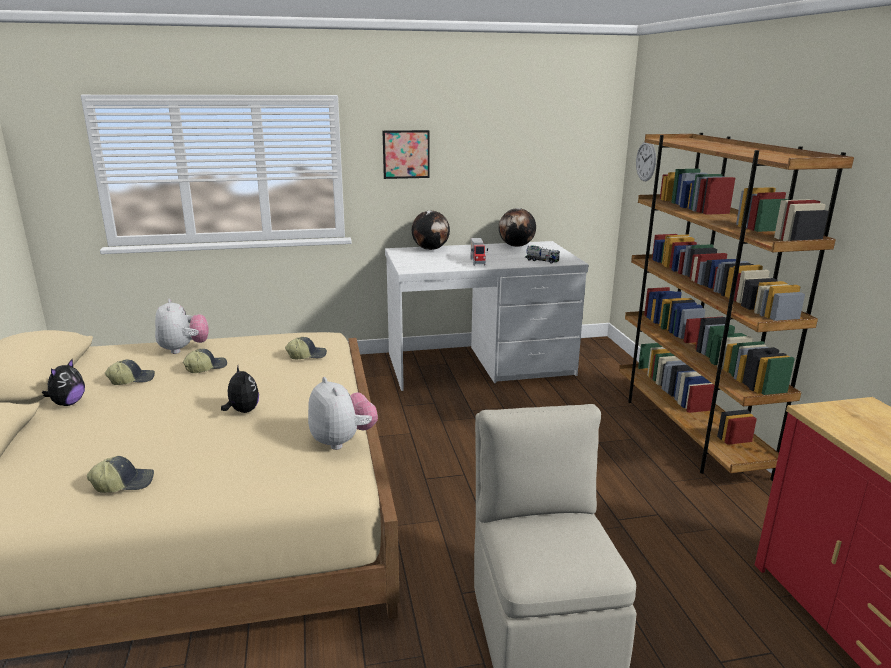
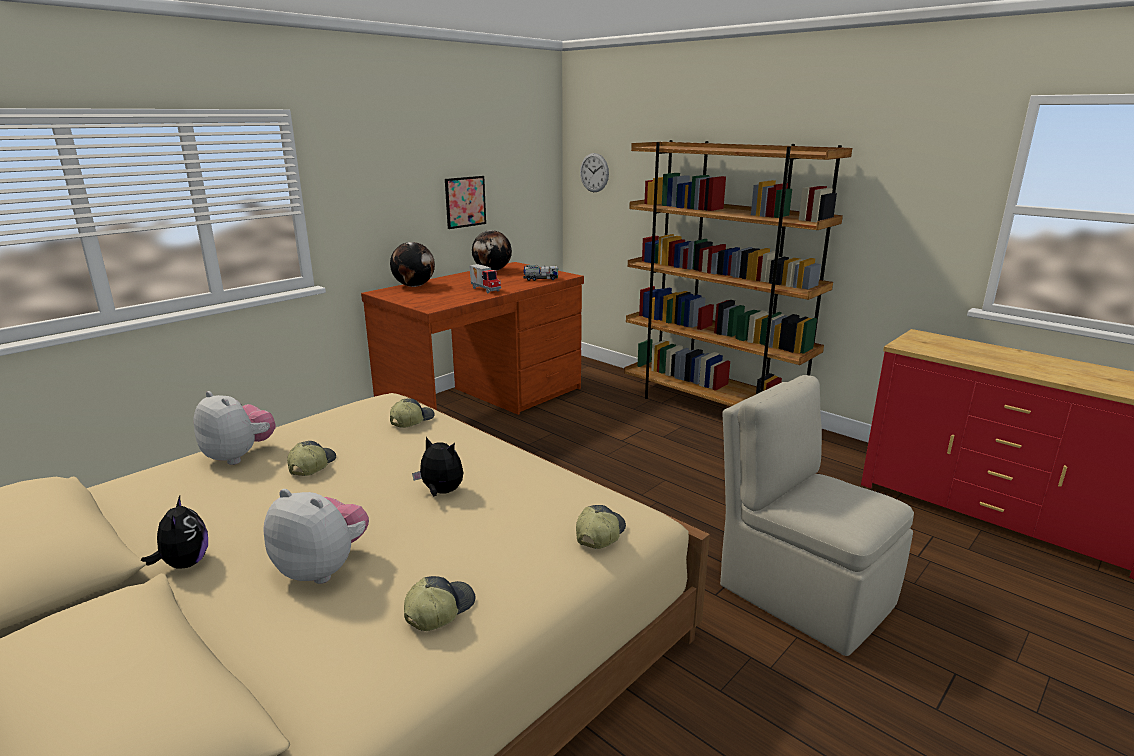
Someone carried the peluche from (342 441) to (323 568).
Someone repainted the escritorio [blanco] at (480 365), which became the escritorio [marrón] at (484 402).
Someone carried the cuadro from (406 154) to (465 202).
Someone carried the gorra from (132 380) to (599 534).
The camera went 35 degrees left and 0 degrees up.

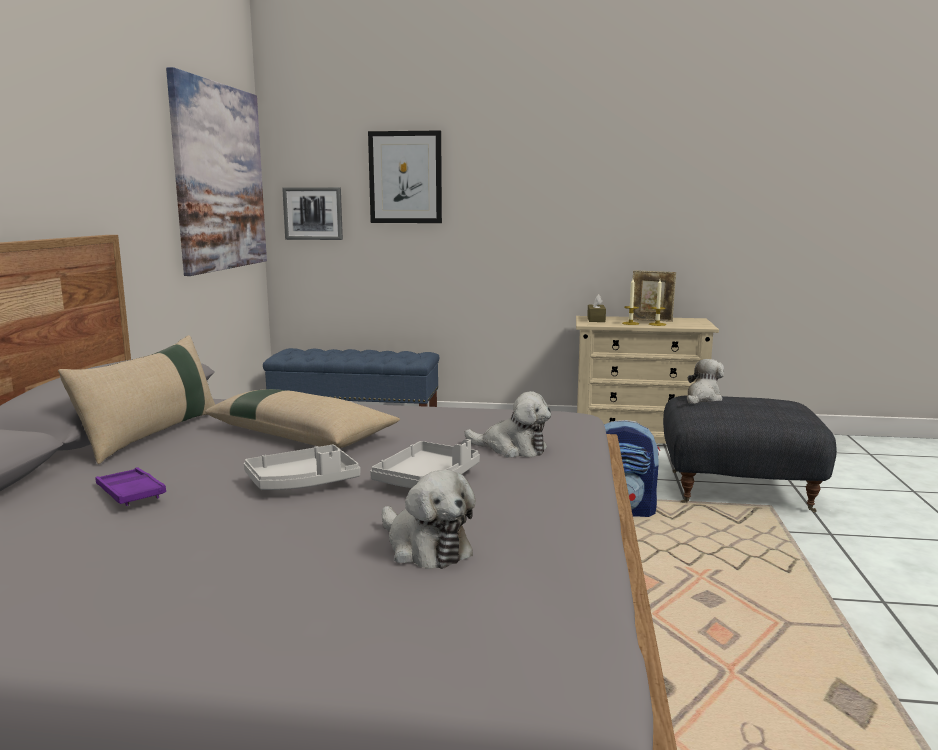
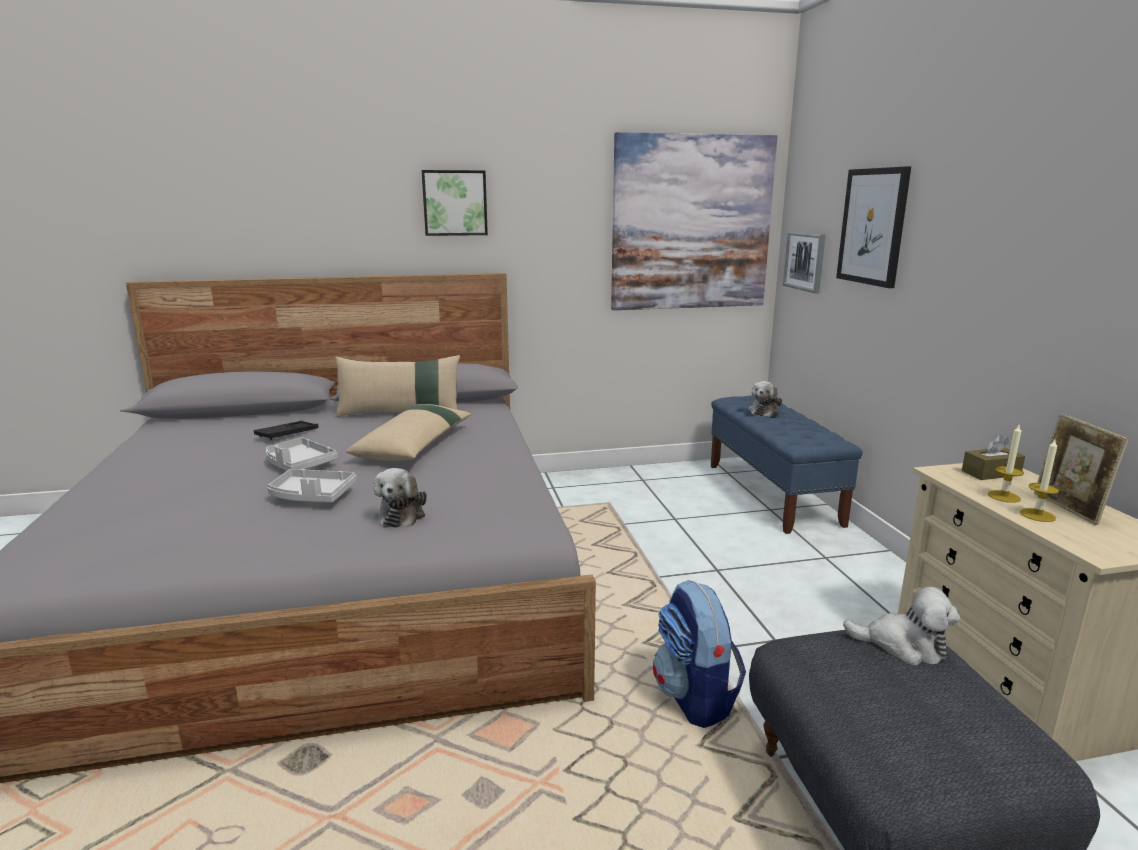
Someone repainted the bandeja [morado] at (130 493), which became the bandeja [negro] at (287 434).
Someone put up the cuadro at (454 203).
Someone carried the peluche from (425 547) to (764 411).
The camera went 70 degrees right and 5 degrees up.

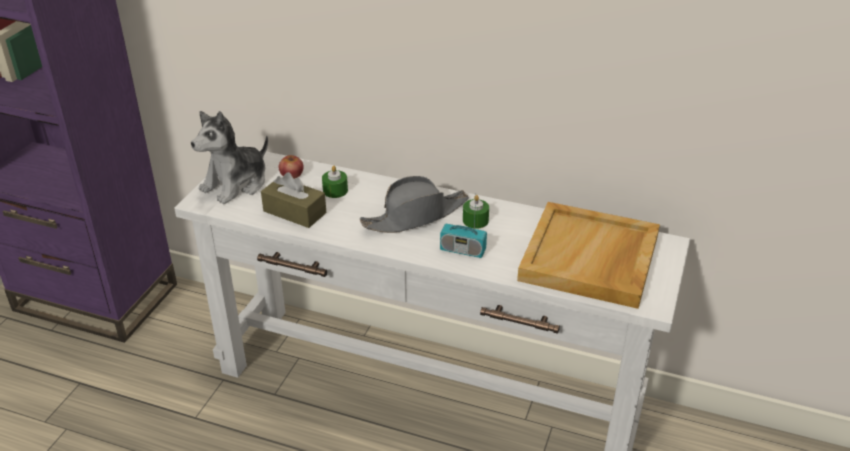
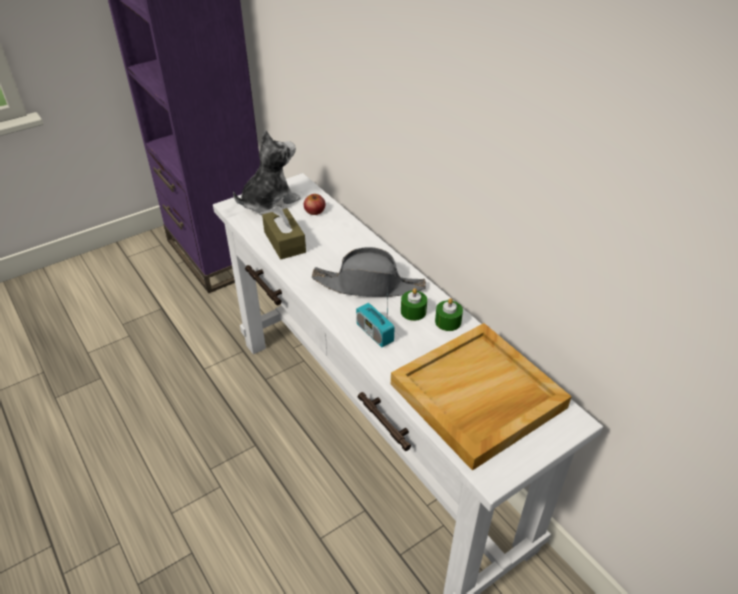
Someone rotated the peluche at (236 184) by 150 degrees clockwise.
Someone carried the vela [verde] from (335 190) to (448 321).
The camera went 35 degrees right and 5 degrees up.

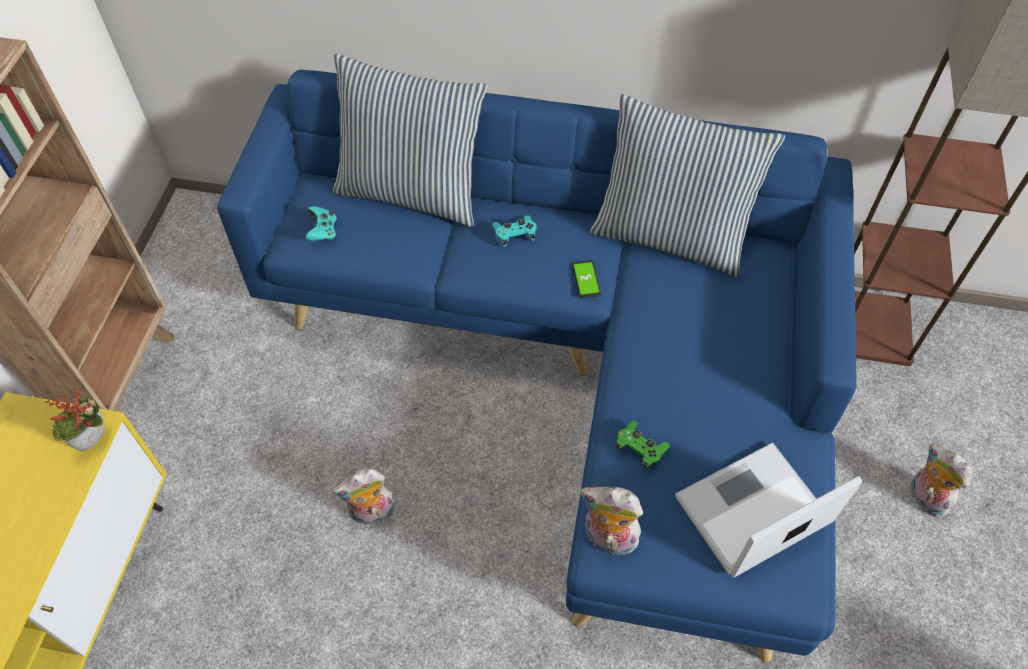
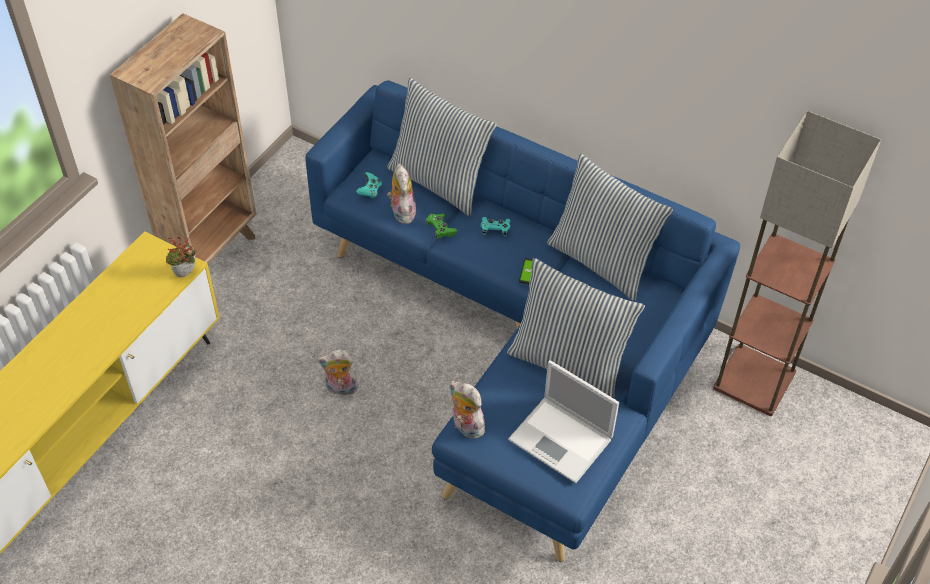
Someone carried the peluche from (924 498) to (401 212).
Someone carried the mando de consola [verde] from (640 449) to (440 229).
Someone put down the cojín at (569 363).
Someone rotated the portátil at (750 511) by 135 degrees counterclockwise.
The camera went 20 degrees right and 5 degrees down.

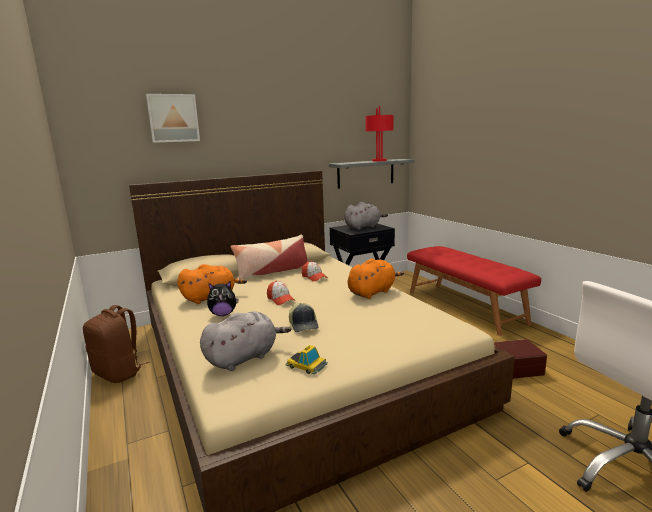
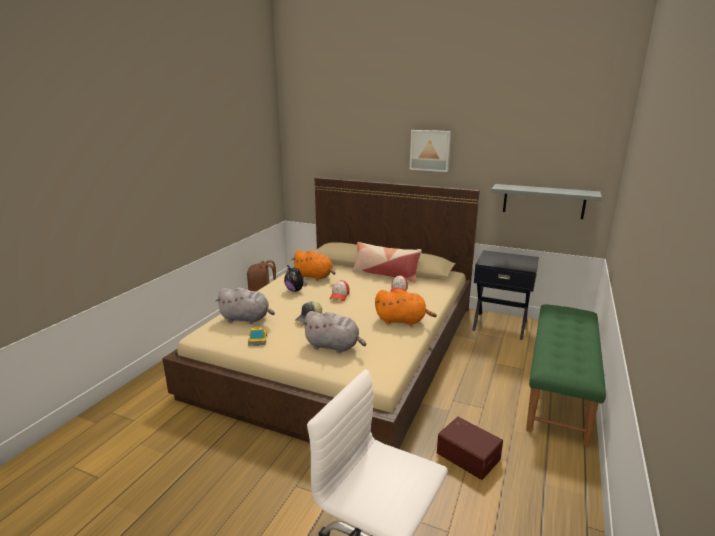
Someone carried the peluche [gris] from (363 227) to (334 346).
Someone carried the cuadro from (173 118) to (430 150).
Someone repainted the banco [rojo] at (465 307), which became the banco [verde] at (560 390).
Someone took away the lámpara de mesa [rojo] at (379 161).
The camera went 50 degrees right and 5 degrees up.

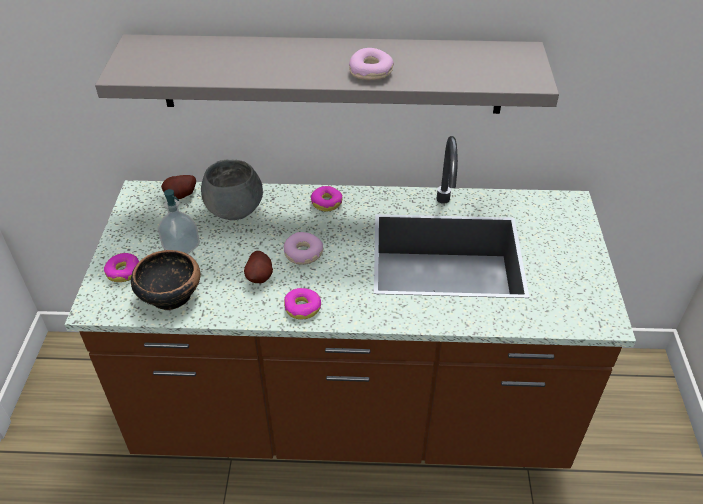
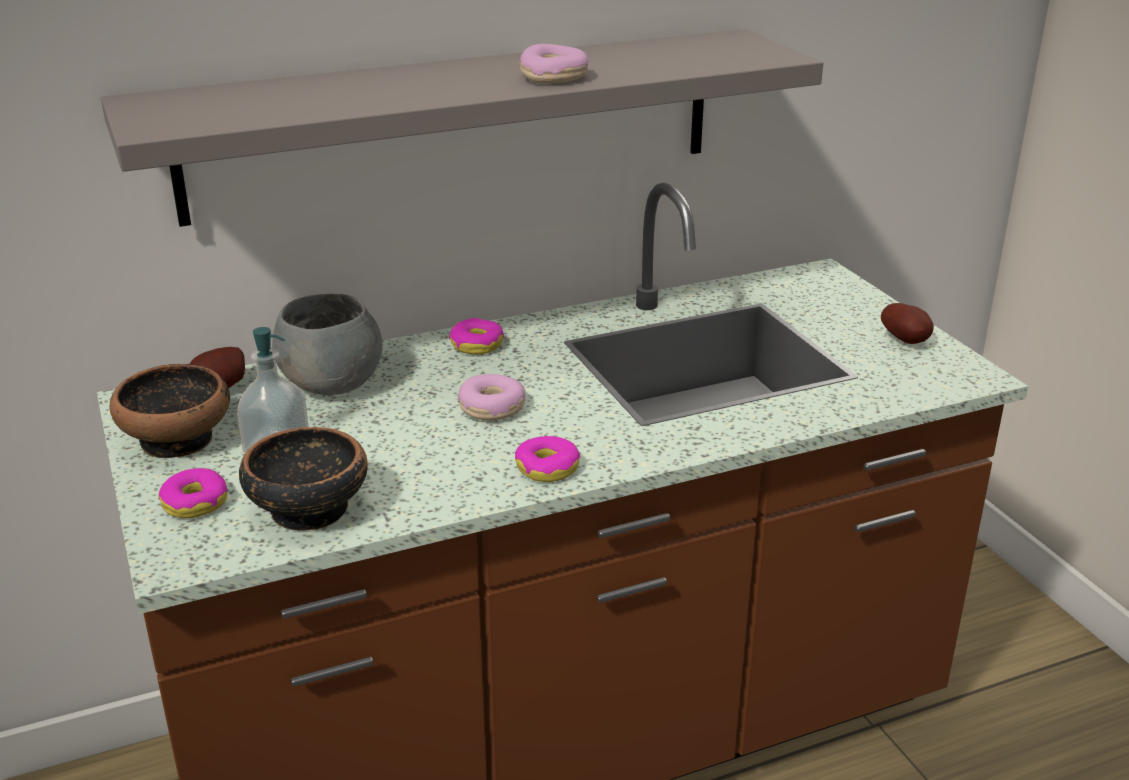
Someone put down the cuenco at (178 439).
Someone carried the patata from (260 277) to (906 341).
The camera went 25 degrees left and 15 degrees down.

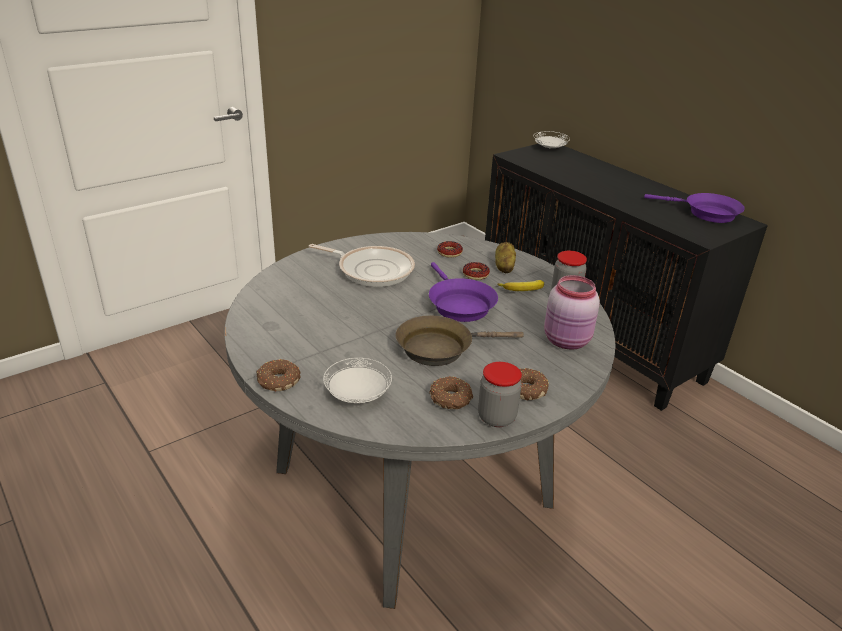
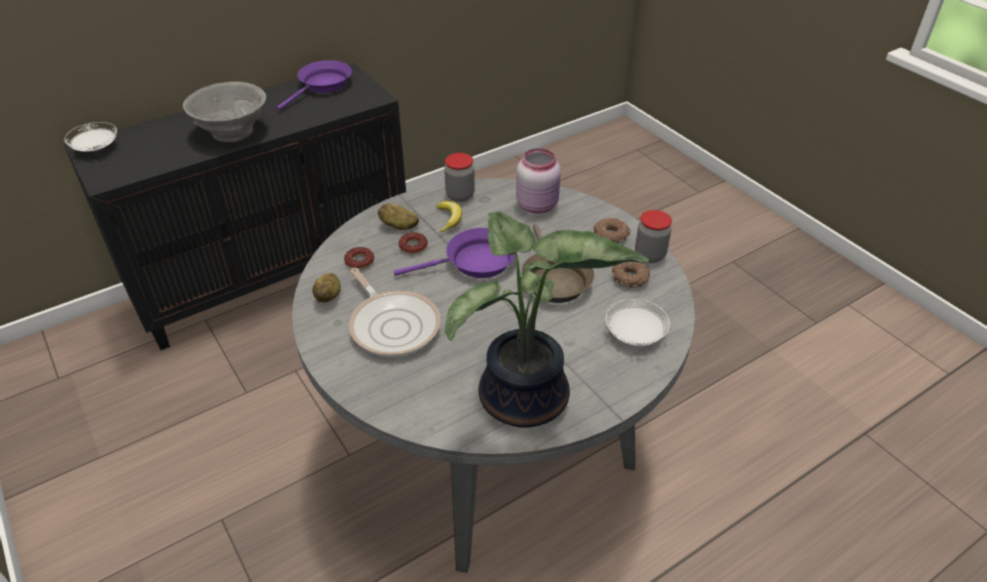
Someone put down the cuenco [gris] at (232 132).
Someone put down the patata at (329 296).
Someone rotated the sartén at (372 270) by 120 degrees clockwise.
Someone put down the planta en maceta at (525 403).
Someone took away the rosquilla at (278 381).
The camera went 85 degrees left and 10 degrees up.

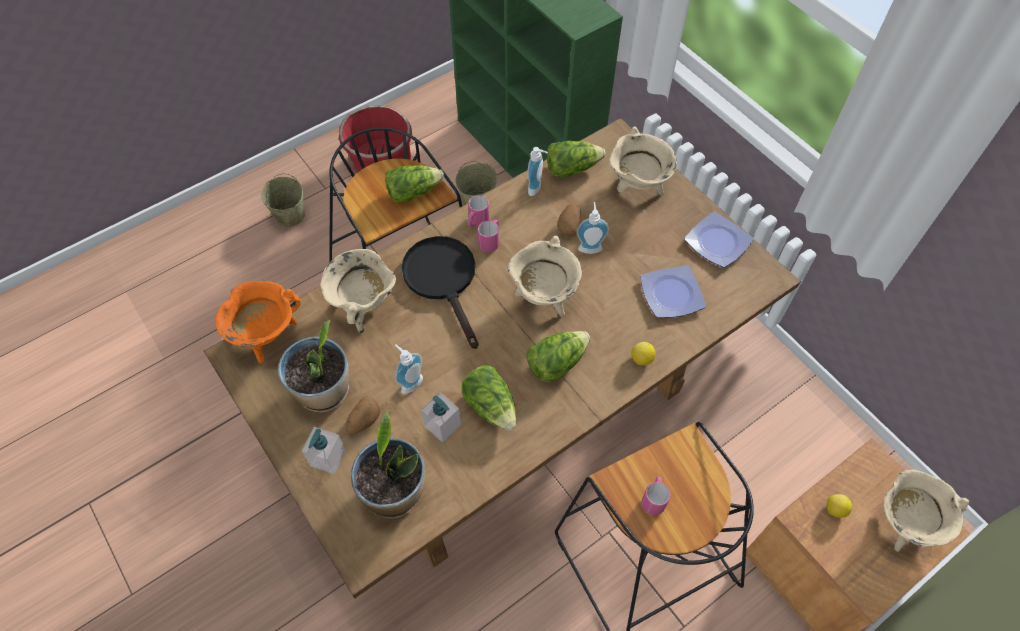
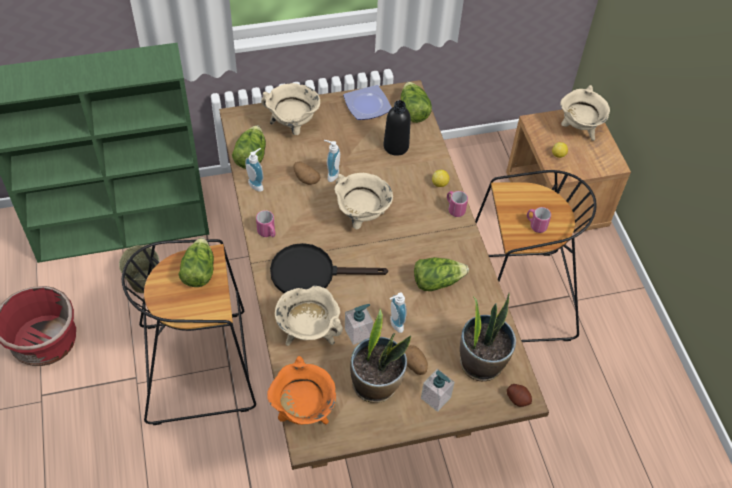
Someone carried the dispensador de jabón from (442 425) to (358 333).
Someone swapped the plato at (672 293) for the botella [negro] at (396 146).
Someone carried the lechuga from (556 362) to (413 111).
Someone carried the taza grande [rosa] from (490 242) to (454 209).
Someone put down the patata at (518 399).
Someone took away the cubo [beis] at (290 215).
The camera went 70 degrees left and 5 degrees down.

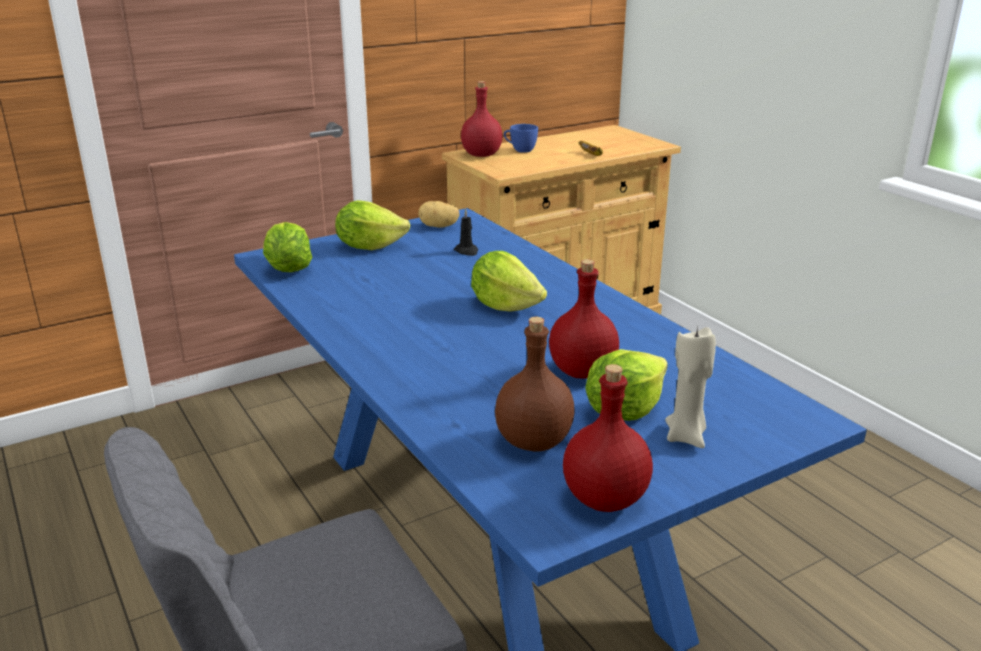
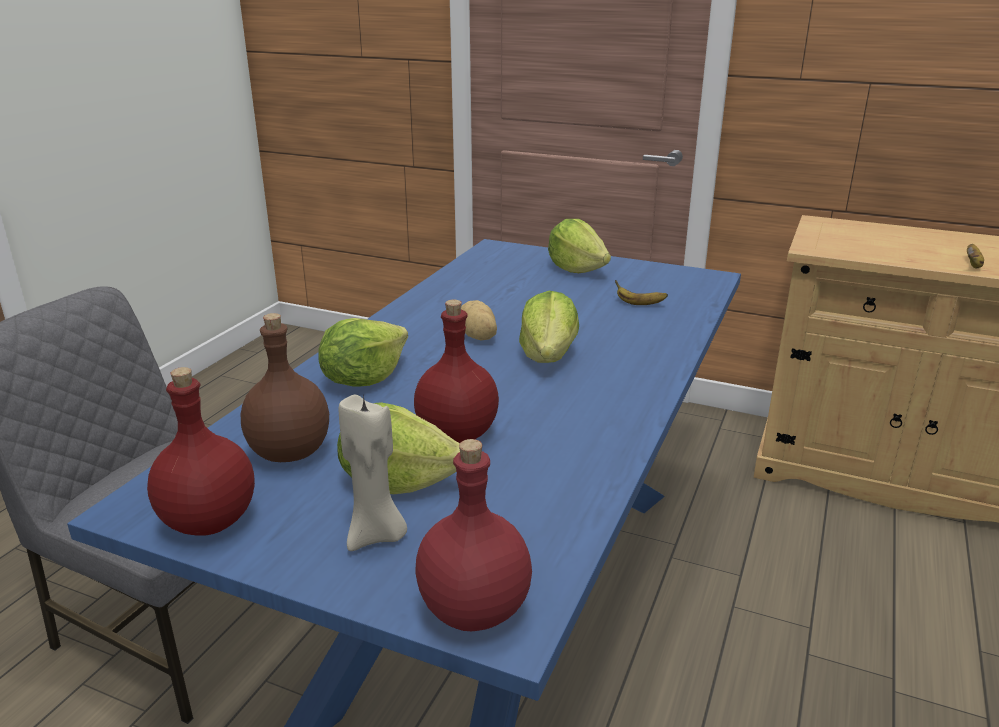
Someone carried the lechuga from (288 268) to (363 379).
Someone carried the botella [rojo] from (481 155) to (472 610).
Someone carried the patata from (438 226) to (477 337).
Someone swapped the vela [negro] at (466 251) for the plátano at (638 304).
Someone took away the taza [azul] at (520 150).
The camera went 55 degrees right and 0 degrees up.

